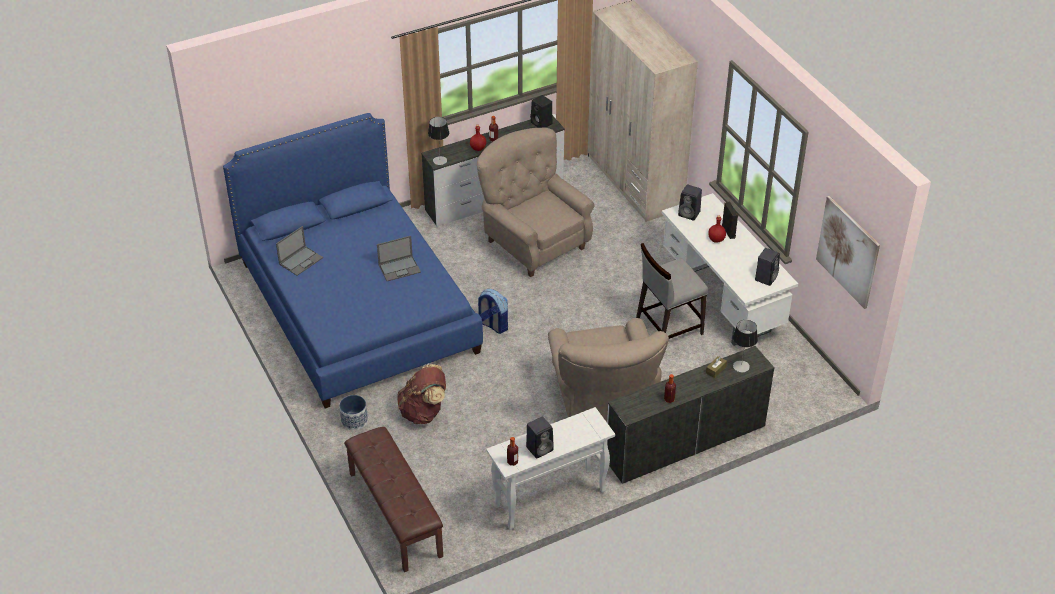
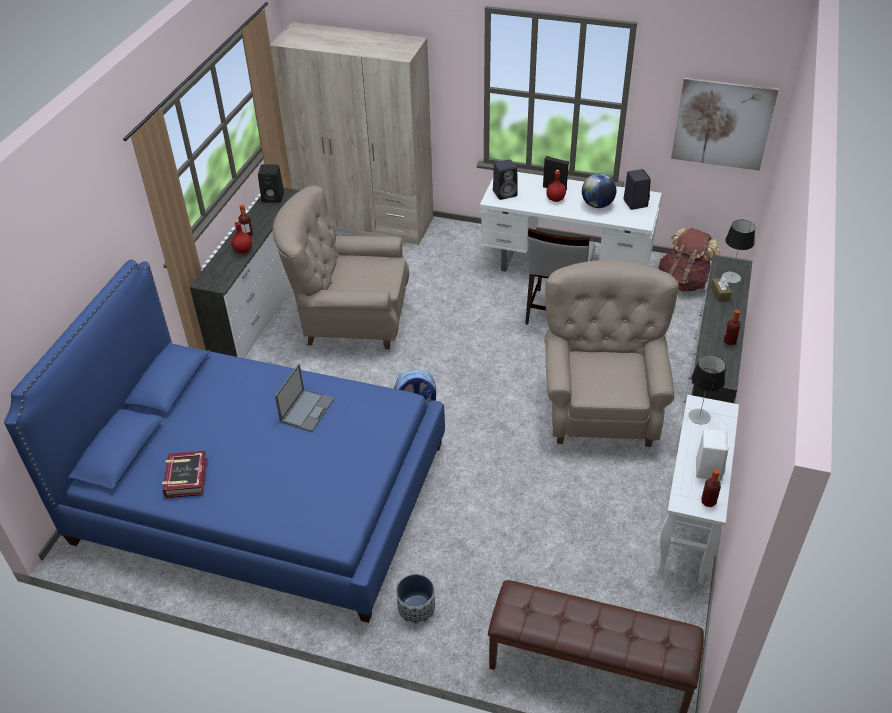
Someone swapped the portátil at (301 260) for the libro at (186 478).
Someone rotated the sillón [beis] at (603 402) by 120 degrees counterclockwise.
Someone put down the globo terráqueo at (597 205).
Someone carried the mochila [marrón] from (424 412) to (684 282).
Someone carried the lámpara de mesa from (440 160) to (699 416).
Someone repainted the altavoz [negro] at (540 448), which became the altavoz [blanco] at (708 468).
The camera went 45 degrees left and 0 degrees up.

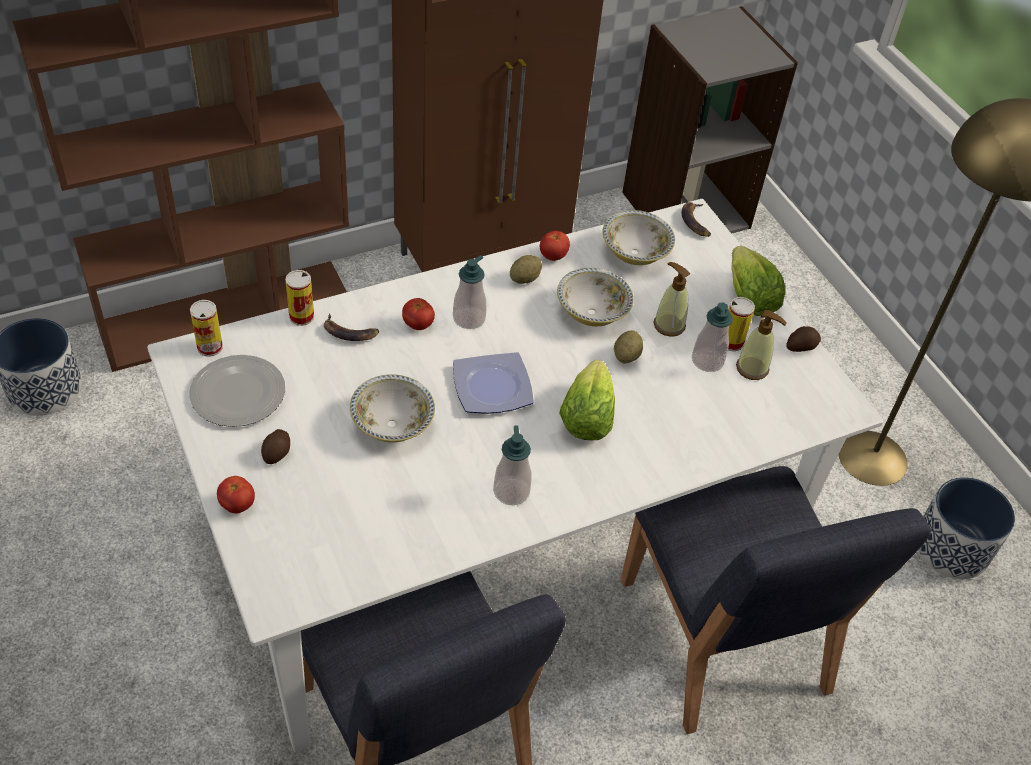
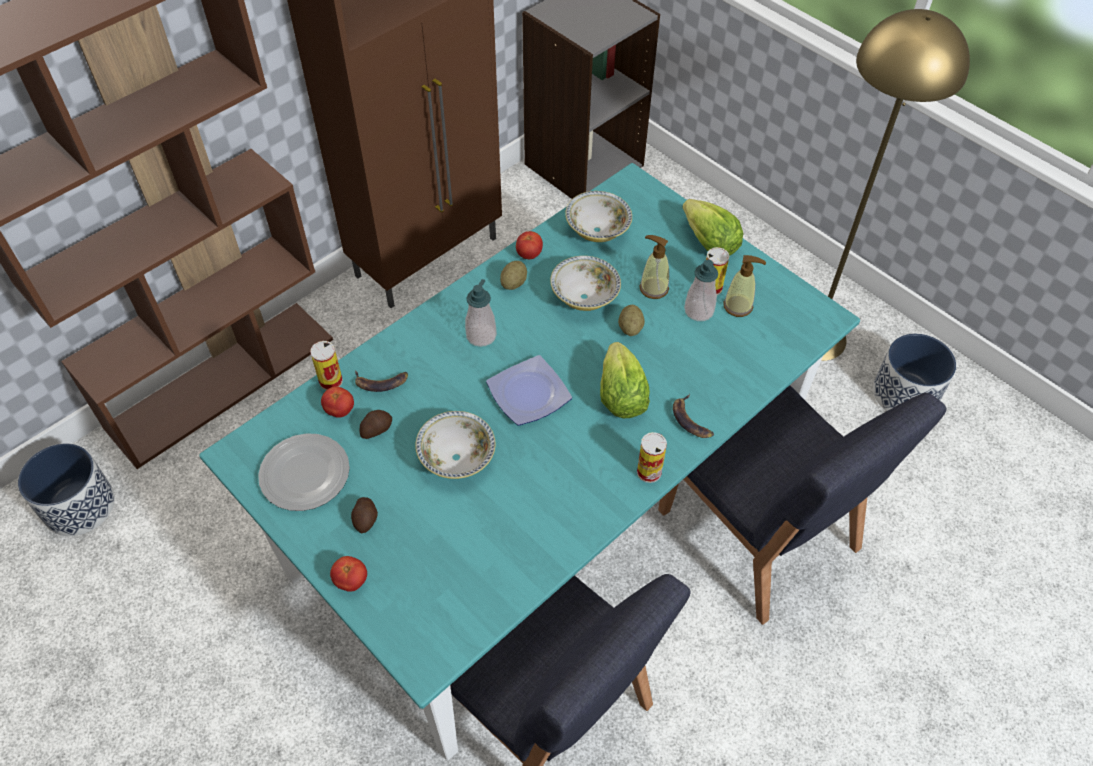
Someone repainted the mesa de comedor [blanco] at (499 539), which became the mesa de comedor [turquesa] at (544 509).
Someone carried the tomate from (418 324) to (340 410).
Someone carried the patata from (800 346) to (376 429).
Someone carried the lata from (210 347) to (649 472).
Someone carried the plátano from (695 222) to (691 420).
Someone took away the dispensador de jabón at (511 491).
The camera went 15 degrees left and 5 degrees up.

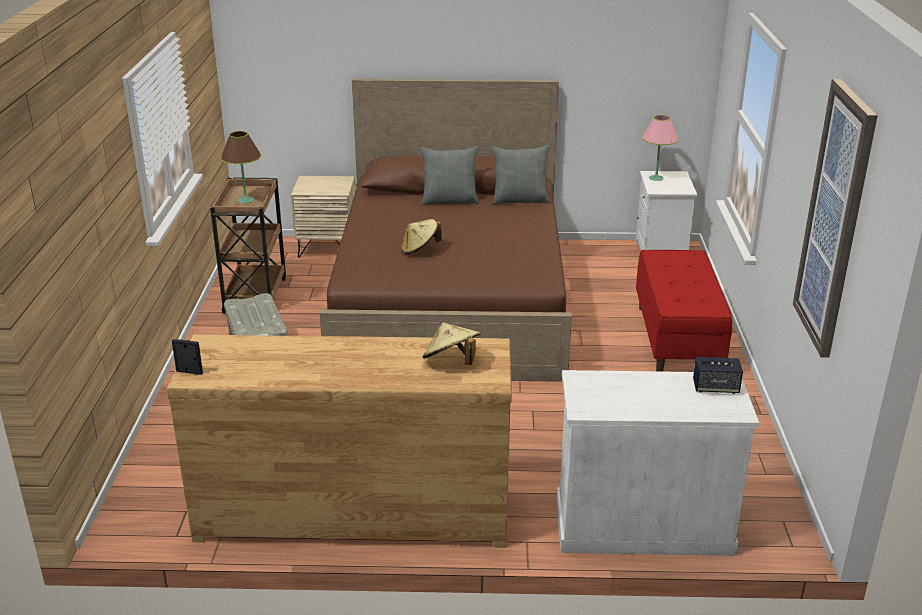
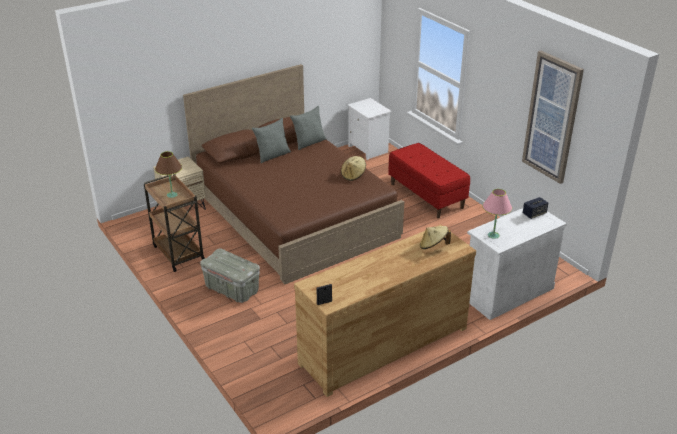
Someone carried the sombrero [beis] from (420 249) to (353 175).
Someone carried the lámpara de mesa [rosa] from (656 178) to (493 235).
The camera went 35 degrees left and 5 degrees up.

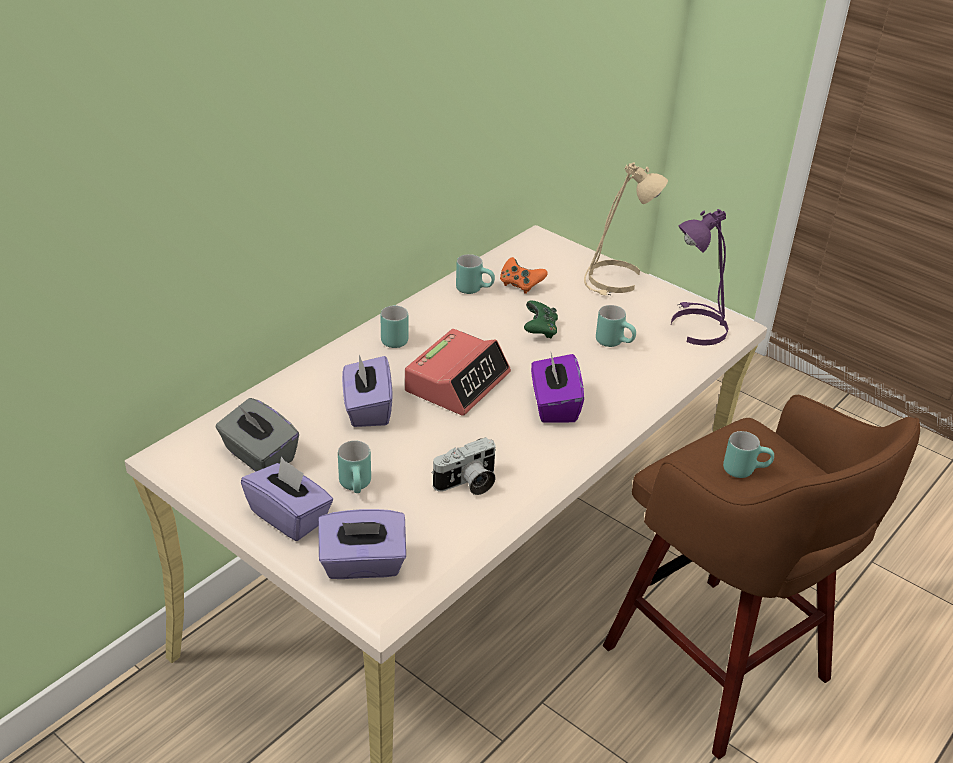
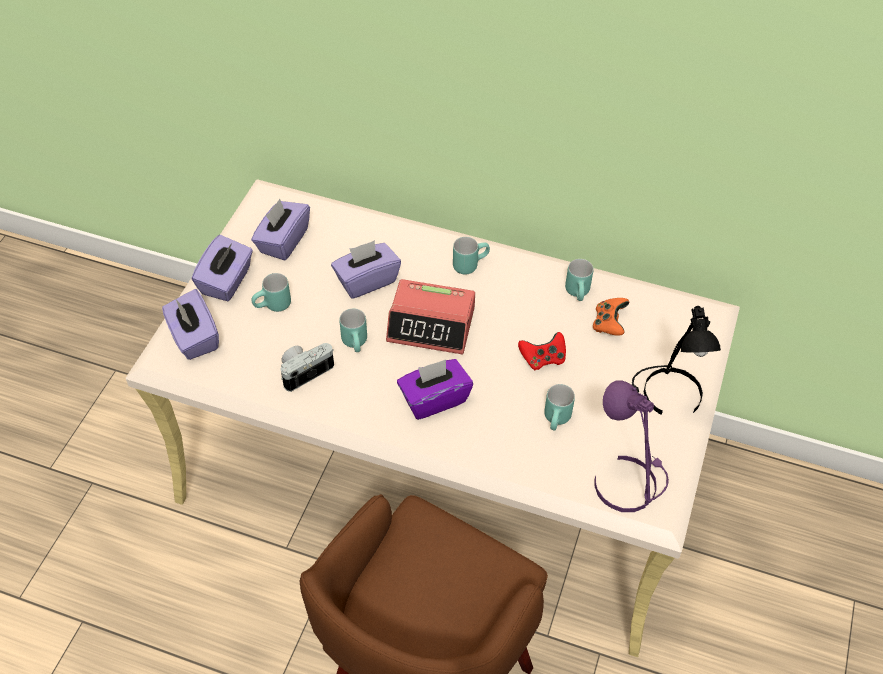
Someone repainted the caja de pañuelos [gris] at (259 456), which became the caja de pañuelos [morado] at (283 241).
Someone rotated the cámara at (468 484) by 105 degrees clockwise.
Someone carried the taza grande [turquesa] from (745 469) to (357 343).
Someone repainted the mando de consola [verde] at (540 330), which became the mando de consola [rojo] at (542 359).
Someone repainted the lámpara de mesa [beis] at (614 280), which became the lámpara de mesa [negro] at (668 394).
The camera went 70 degrees right and 15 degrees up.

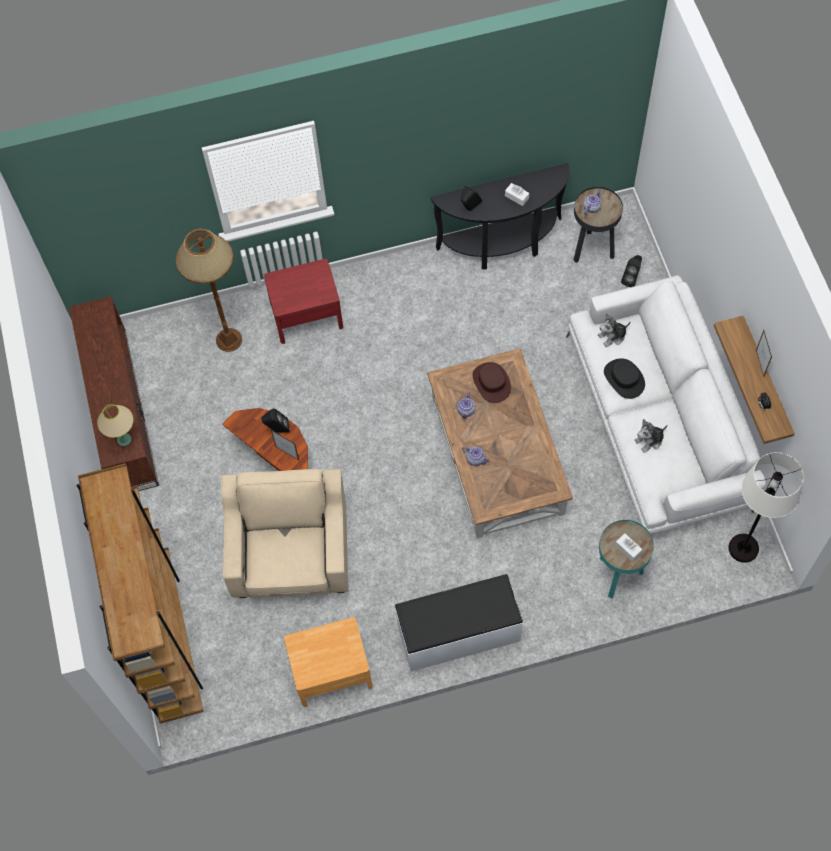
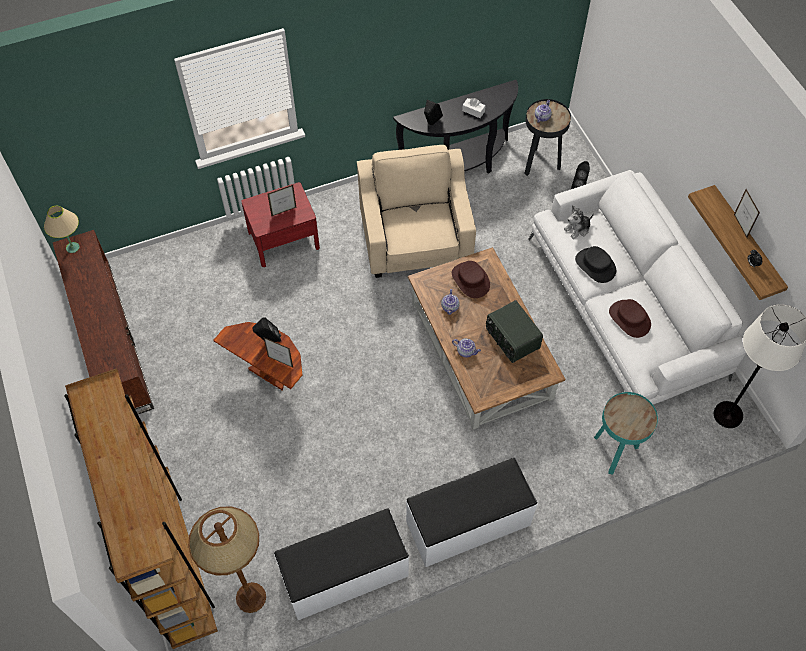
Someone carried the lámpara de mesa [beis] from (124 439) to (72 247).
Someone carried the lámpara de pie [marrón] from (229 340) to (251 598).
Someone put down the portarretratos at (284 212).
Someone swapped the mesita de noche [marrón] at (331 671) for the banco [blanco] at (345 575).
Someone carried the sillón [beis] from (292 556) to (416 242).
Someone put down the radio at (511 338).
Someone swapped the peluche at (649 440) for the sombrero [marrón] at (629 319).
Someone took away the caja de pañuelos [blanco] at (628 549).
The camera went 10 degrees left and 5 degrees down.

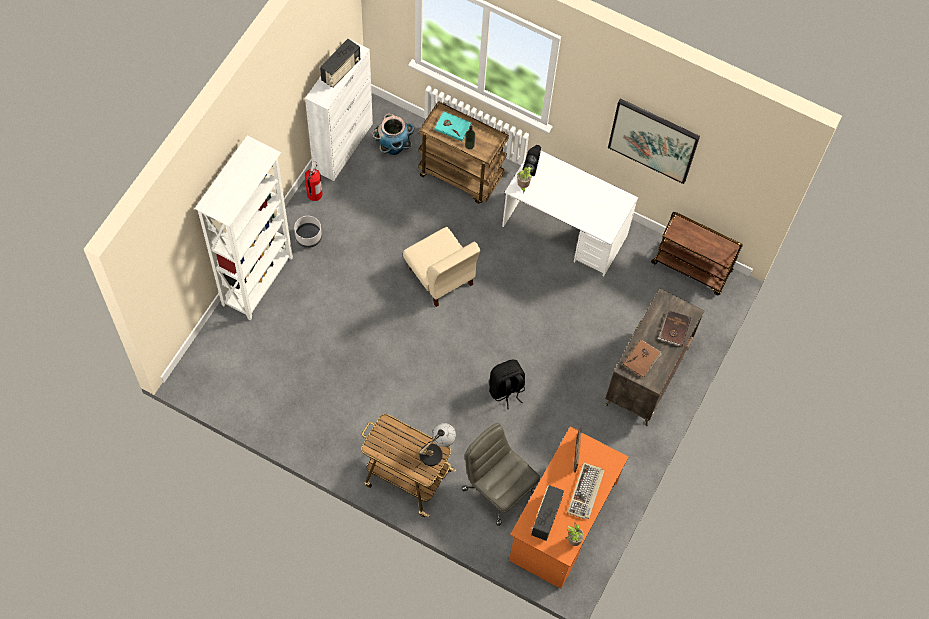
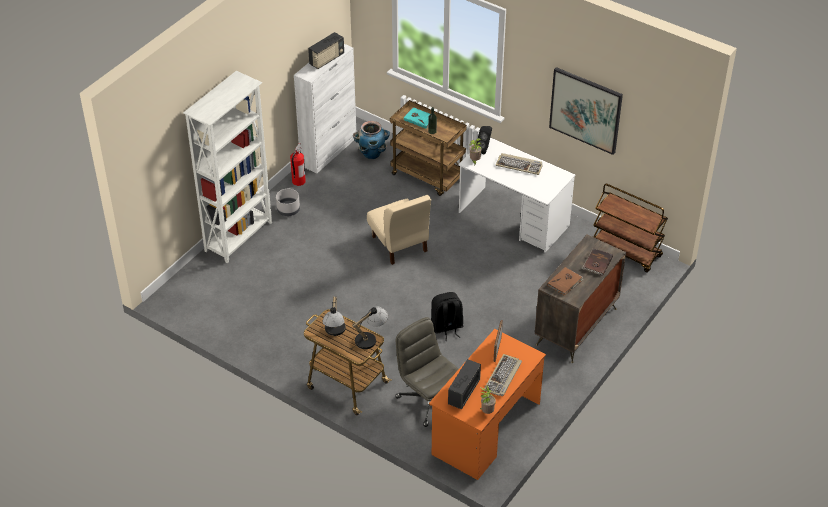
Someone put down the lámpara de mesa at (335 332).
Someone put down the teclado at (519 165).
The camera went 10 degrees right and 20 degrees down.

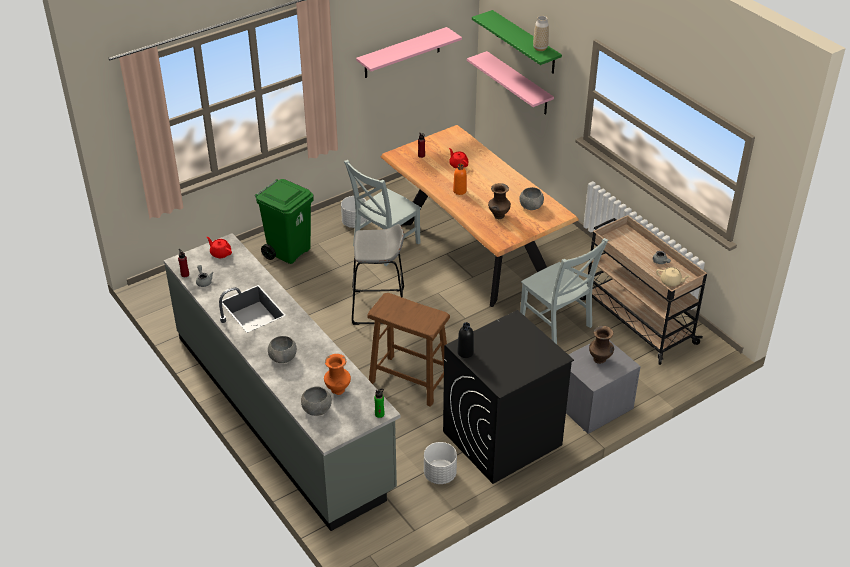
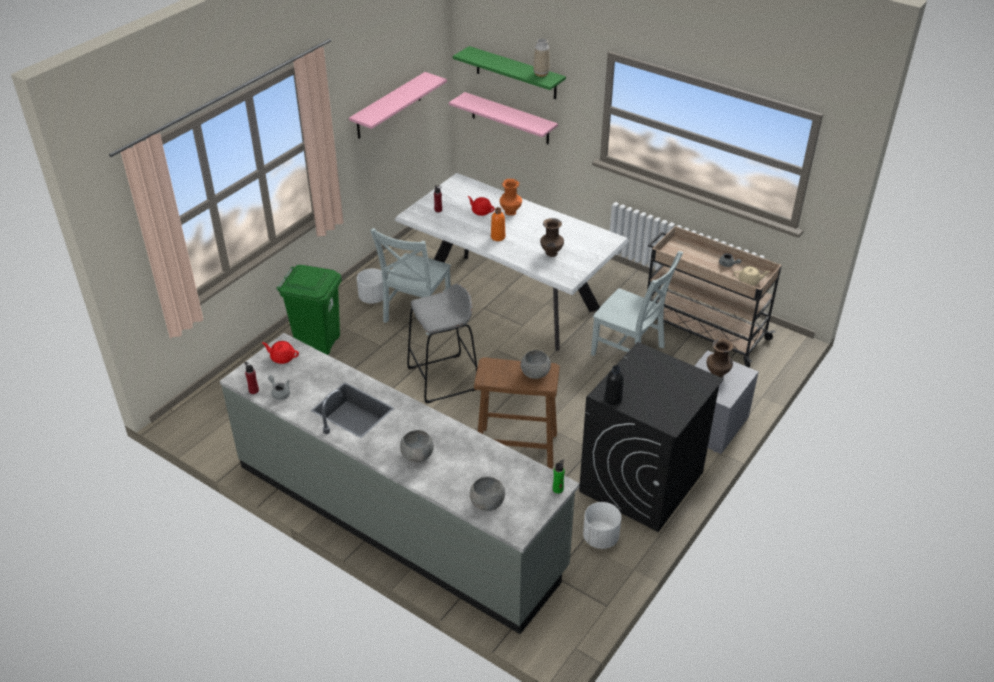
Someone repainted the mesa de comedor [marrón] at (474 250), which became the mesa de comedor [blanco] at (509 298).
Someone carried the florero [naranja] from (338 390) to (511 213).
Someone carried the cuenco [gris] from (530 206) to (535 373).
The camera went 20 degrees left and 0 degrees up.

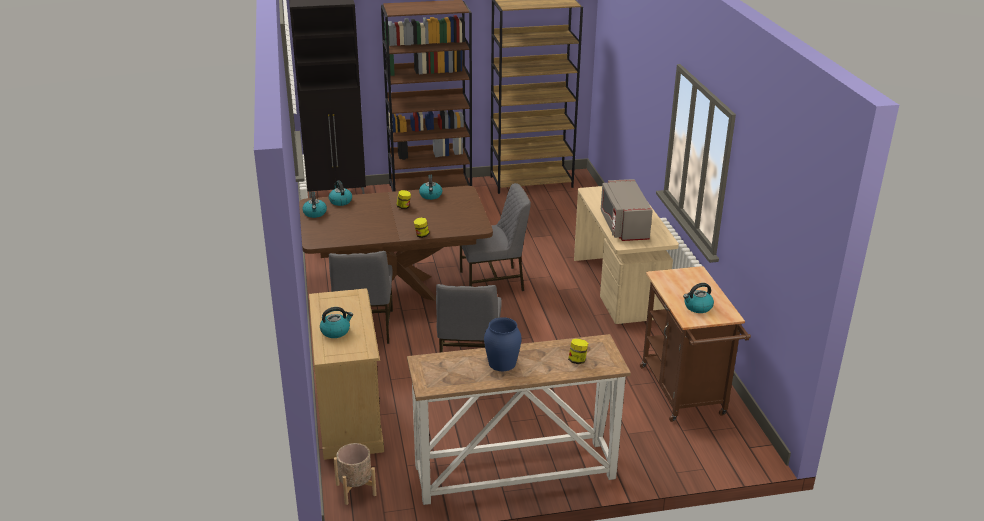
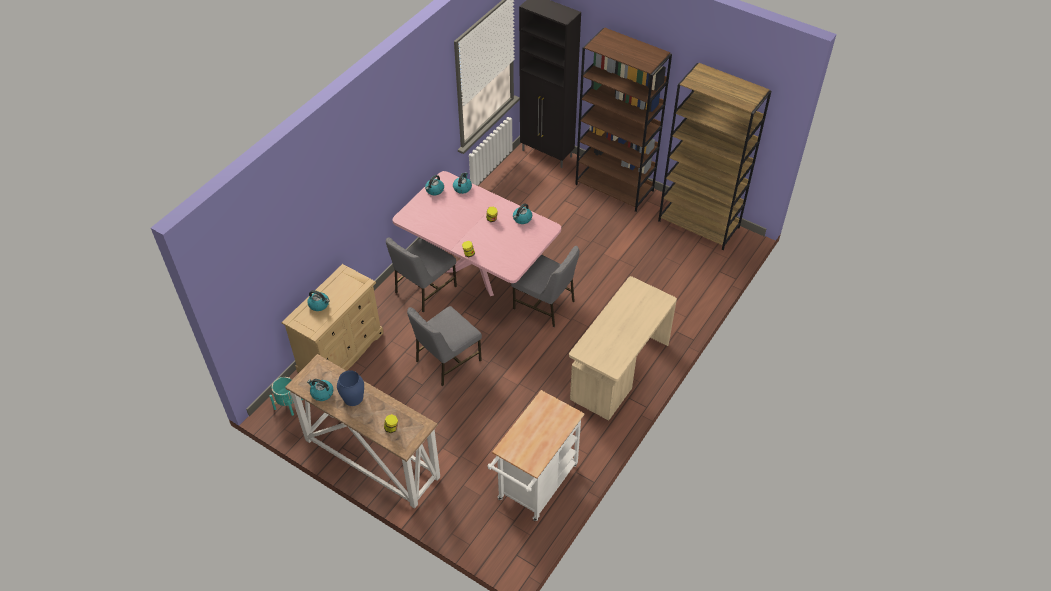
Someone repainted the maceta [beis] at (356 490), which became the maceta [turquesa] at (288 404).
Someone carried the hervidor from (697 307) to (322 393).
Someone repainted the mesa de comedor [marrón] at (397 291), which became the mesa de comedor [rosa] at (478 271).
Someone repainted the carrito [marrón] at (684 395), which became the carrito [blanco] at (535 487).
Someone took away the microondas [gris] at (623 226).
The camera went 45 degrees right and 20 degrees up.

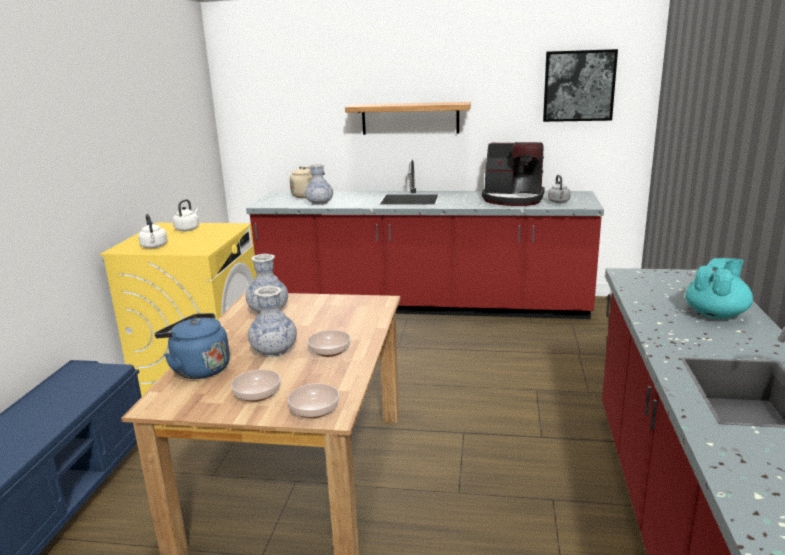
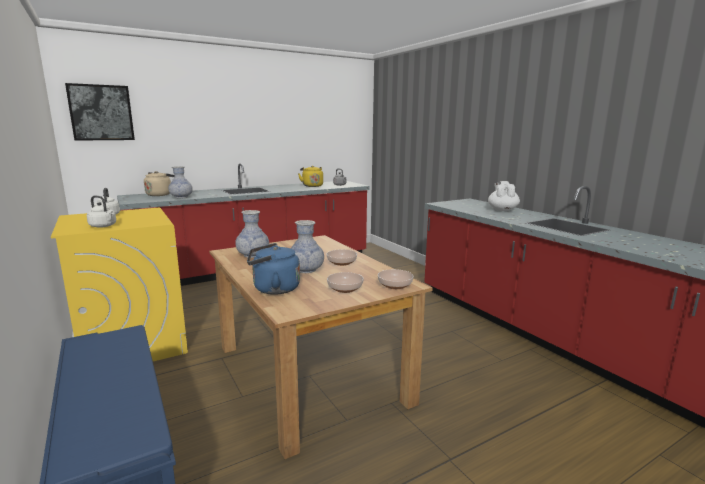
Someone carried the cuadro from (579 86) to (101 112).
Someone swapped the cafetera at (513 199) for the hervidor [amarillo] at (312 186).
Someone repainted the tetera [turquesa] at (716 314), which became the tetera [blanco] at (502 210).
Someone took away the estante at (410 118).
The camera went 40 degrees left and 5 degrees down.

